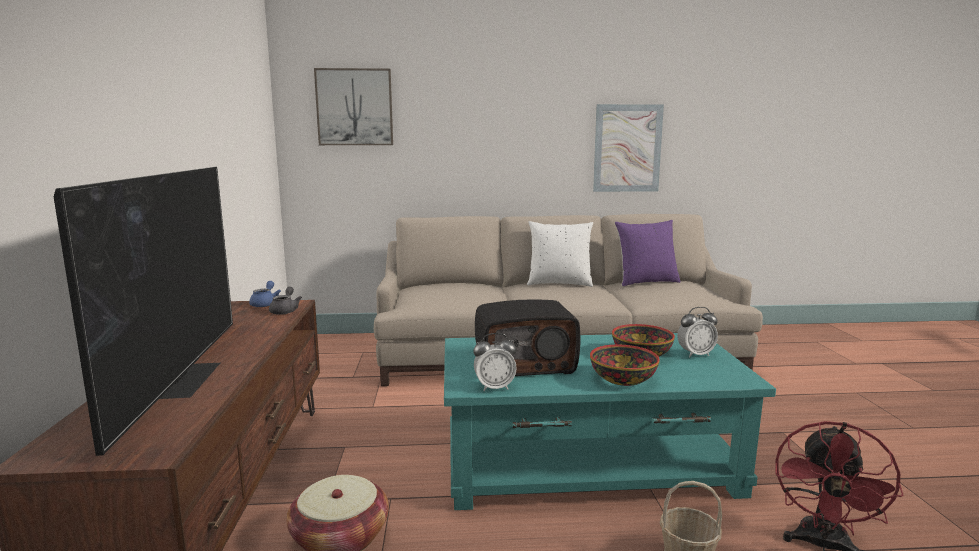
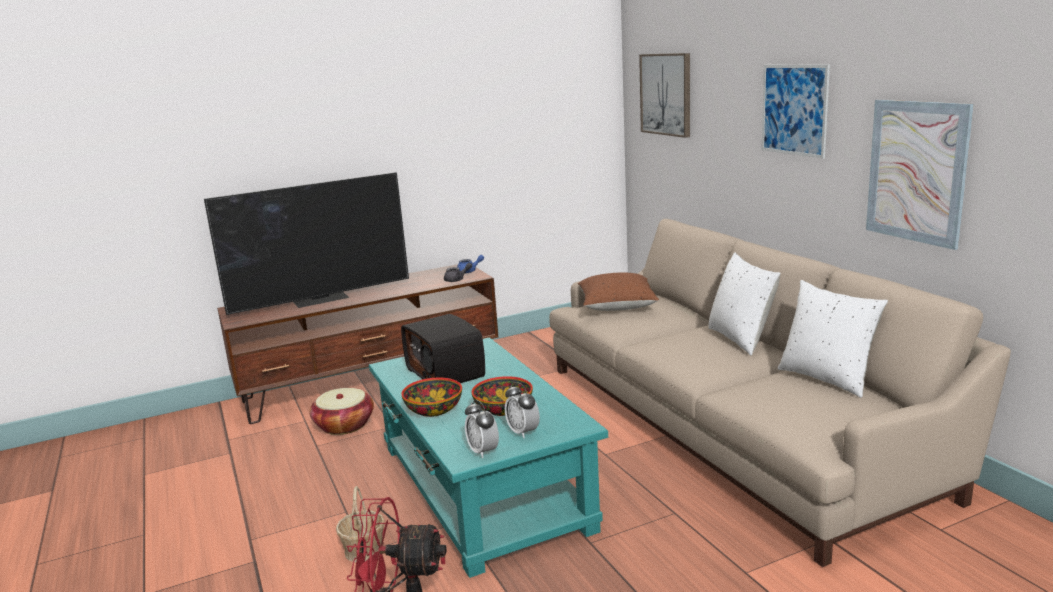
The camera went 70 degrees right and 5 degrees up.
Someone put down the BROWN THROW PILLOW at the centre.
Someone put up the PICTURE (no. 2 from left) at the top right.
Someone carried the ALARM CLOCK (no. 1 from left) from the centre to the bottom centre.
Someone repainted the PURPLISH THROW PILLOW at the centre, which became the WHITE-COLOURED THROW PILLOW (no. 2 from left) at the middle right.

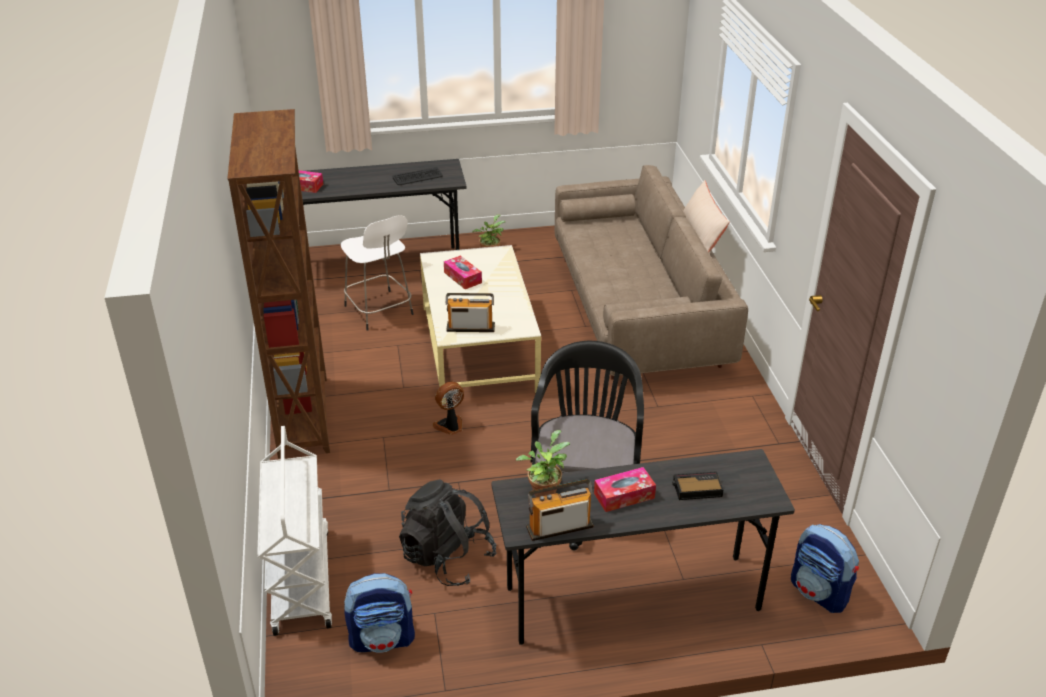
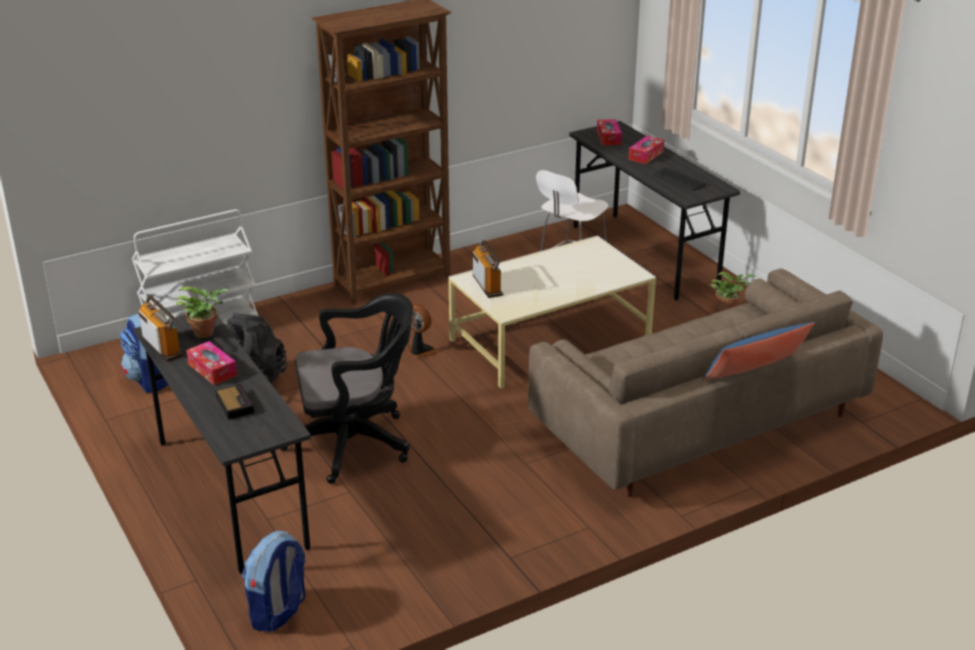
The camera went 70 degrees right and 5 degrees down.
Someone carried the TISSUE HOLDER (no. 2 from left in the first image) from the centre to the top centre.
Someone repainted the BEIGE-COLOURED THROW PILLOW at the top right, which became the BLUE THROW PILLOW at the middle right.

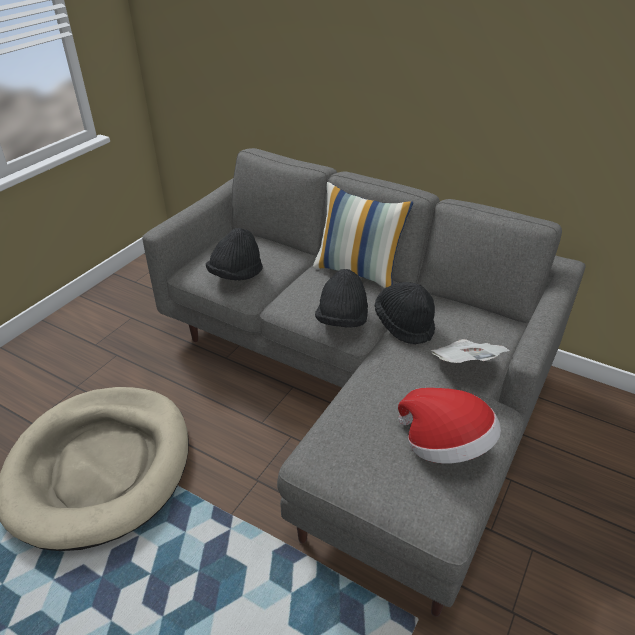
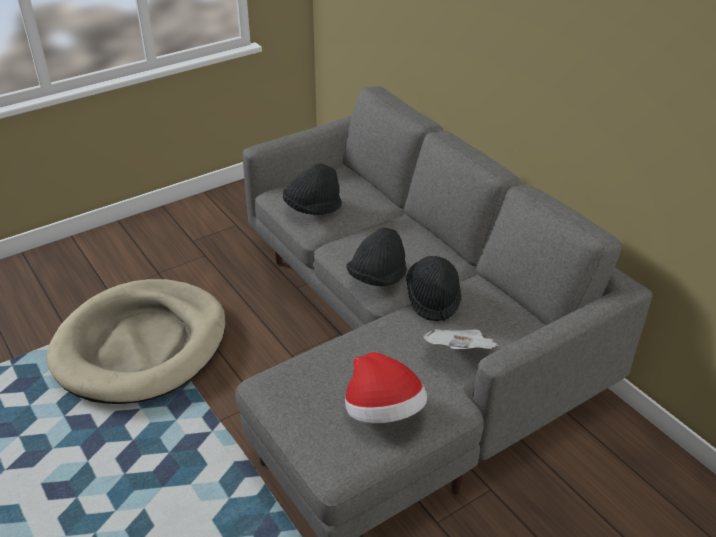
The camera went 25 degrees right and 0 degrees up.
Someone took away the THROW PILLOW at the centre.

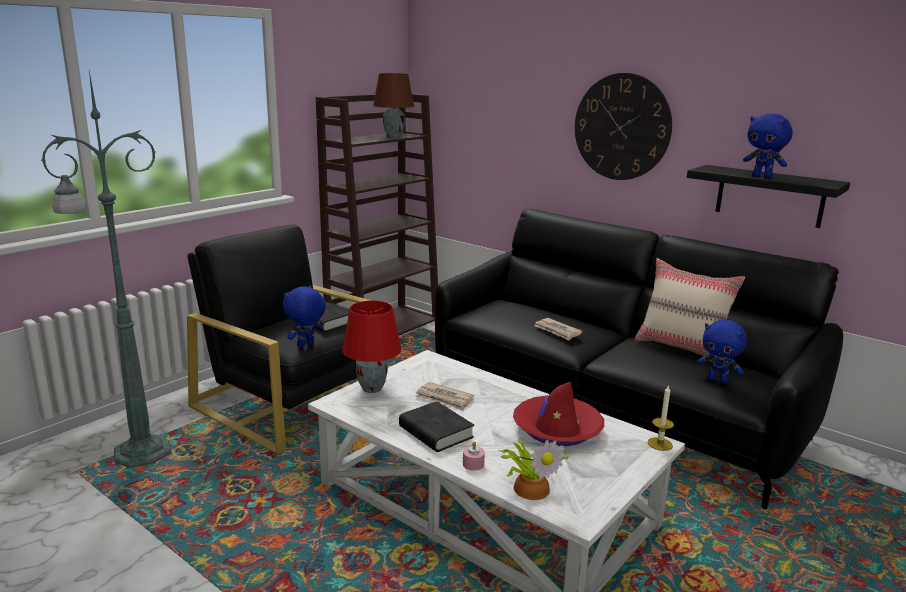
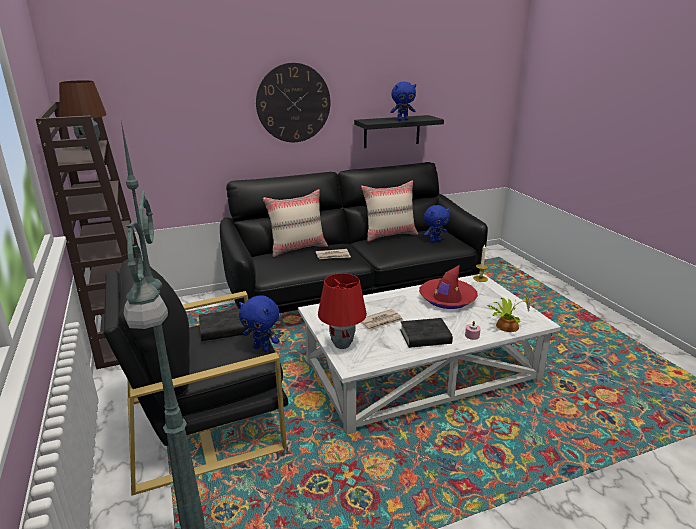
The camera went 60 degrees left and 5 degrees up.
Someone put down the BEIGE-COLOURED THROW PILLOW (no. 1 from left) at the centre.
Someone rotated the BLUE PLUSH TOY (no. 1 from left) at the centre by 45 degrees counterclockwise.

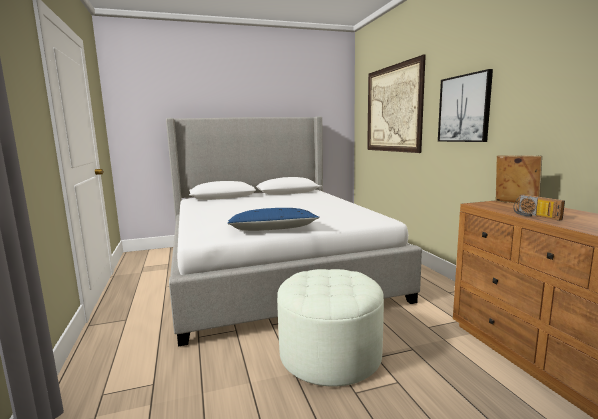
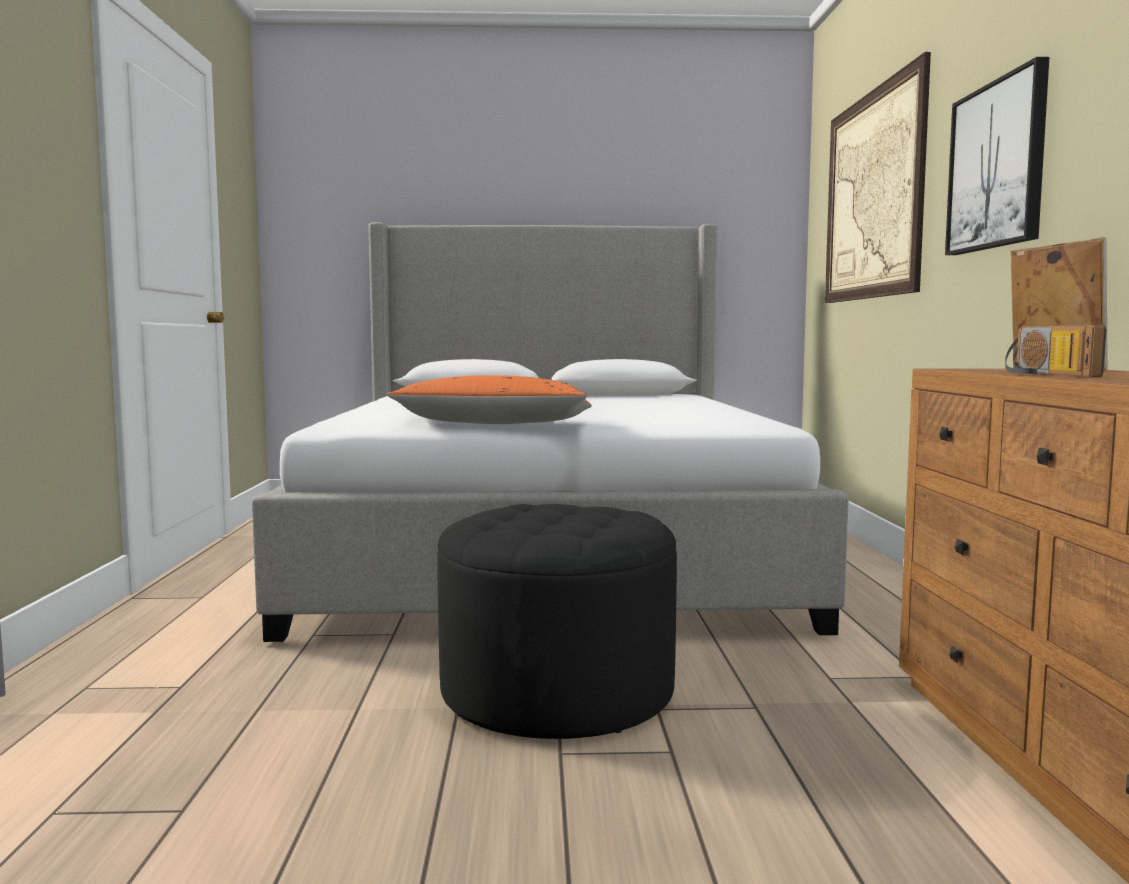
The camera went 15 degrees right and 5 degrees down.
Someone repainted the BLUE THROW PILLOW at the centre, which became the ORANGE THROW PILLOW at the centre.
Someone repainted the WHITE-COLOURED POUFFE at the bottom centre, which became the BLACK-COLOURED POUFFE at the bottom centre.

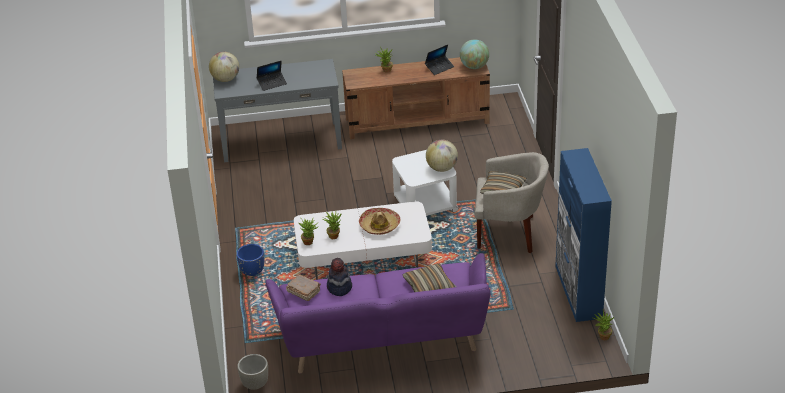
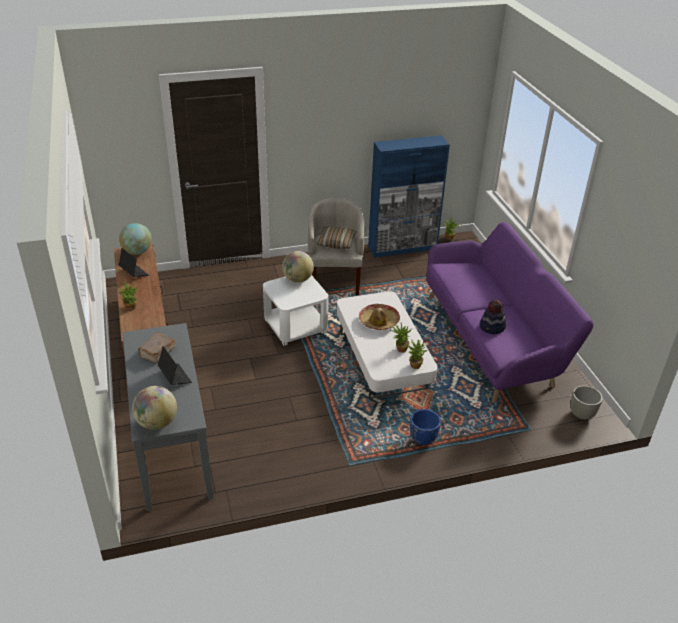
The camera went 100 degrees left and 0 degrees up.
Someone took away the THROW PILLOW (no. 1 from left) at the bottom centre.
Someone carried the BROWN BOOK from the bottom centre to the middle left.

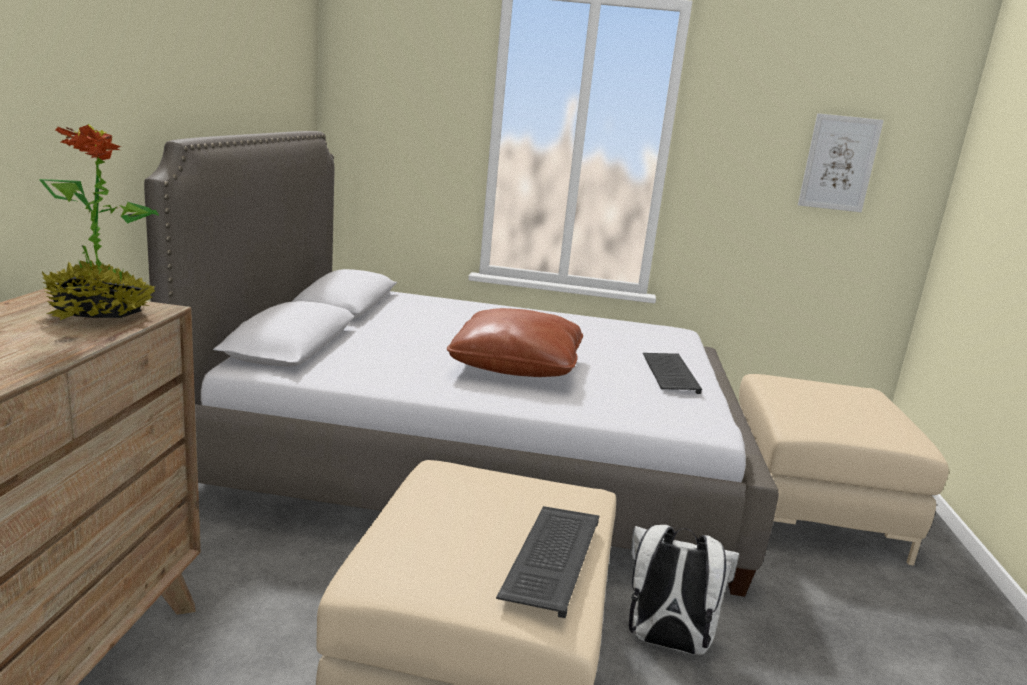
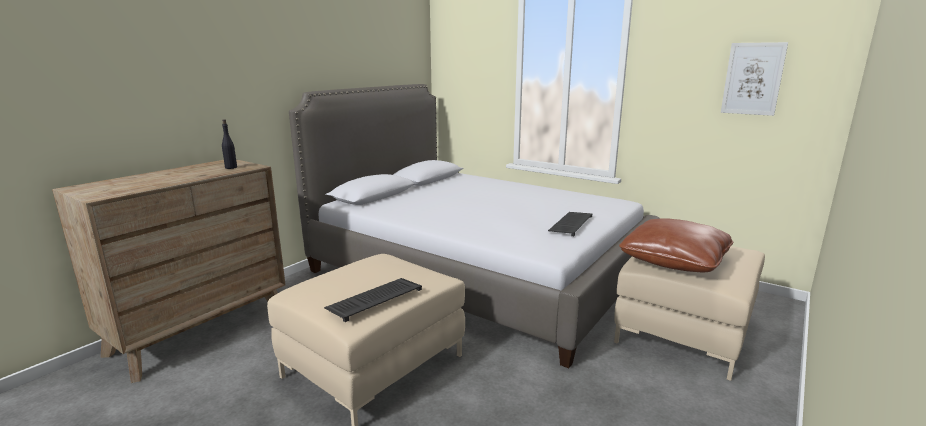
The camera went 30 degrees right and 0 degrees up.
Someone took away the WHITE-COLOURED BACKPACK at the bottom centre.
Someone carried the BROWN THROW PILLOW from the centre to the middle right.
Someone swapped the PLANT IN A POT at the top left for the BLACK-COLOURED BEVERAGE BOTTLE at the middle left.

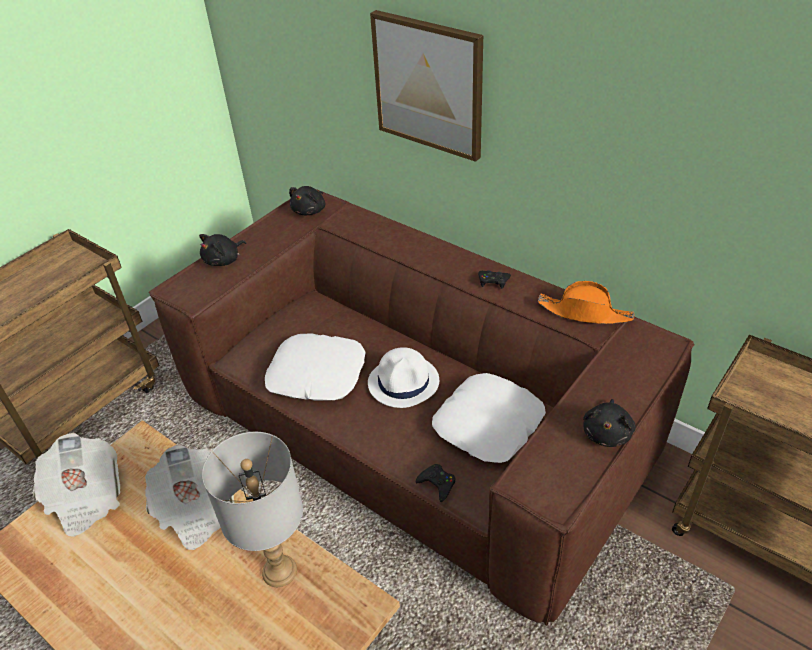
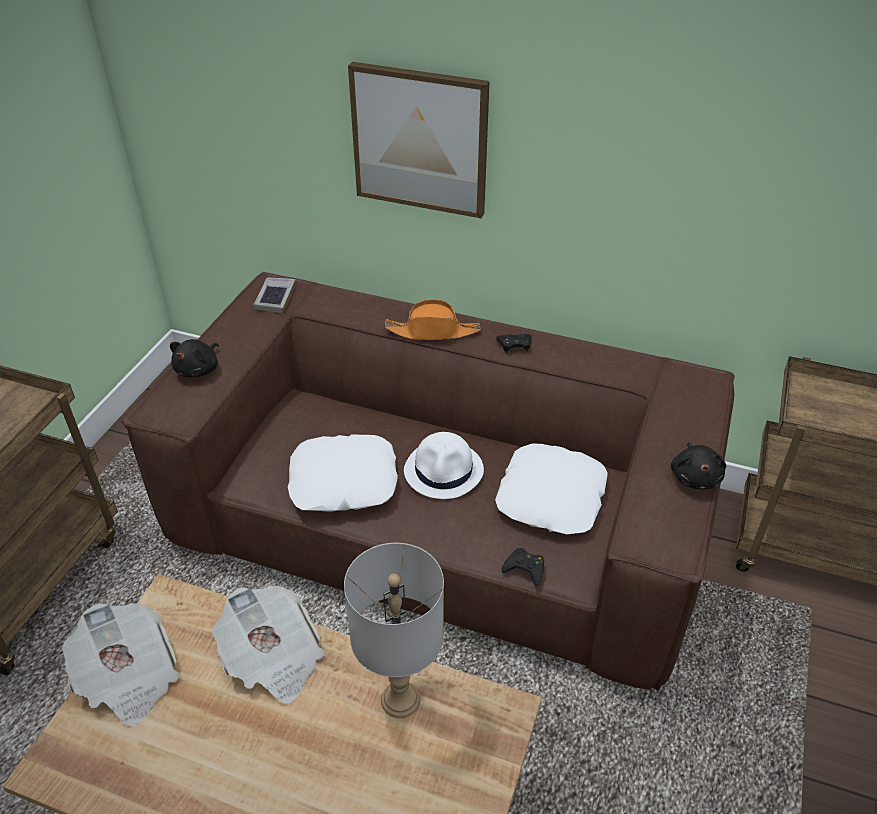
The camera went 20 degrees left and 0 degrees up.
Someone carried the ORANGE CLOTHING HAT from the middle right to the centre.
Someone swapped the BLACK-COLOURED PLUSH TOY (no. 2 from left) at the top centre for the BOOK at the middle left.

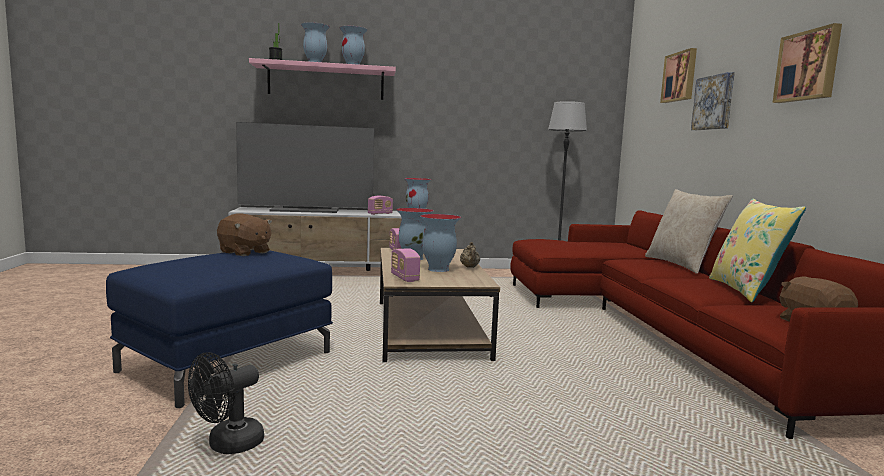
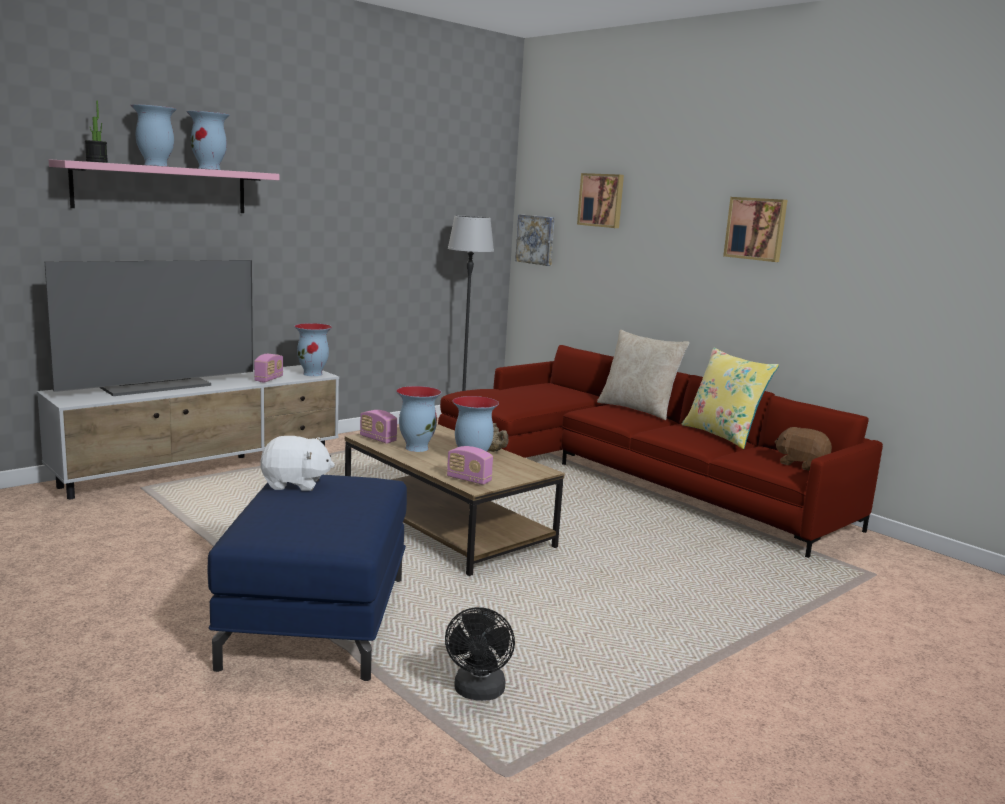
The camera went 35 degrees left and 5 degrees up.
Someone carried the PICTURE (no. 2 from left in the first image) from the top right to the top centre.
Someone repainted the BROWN PLUSH TOY (no. 1 from left) at the middle left, which became the WHITE-COLOURED PLUSH TOY at the middle left.

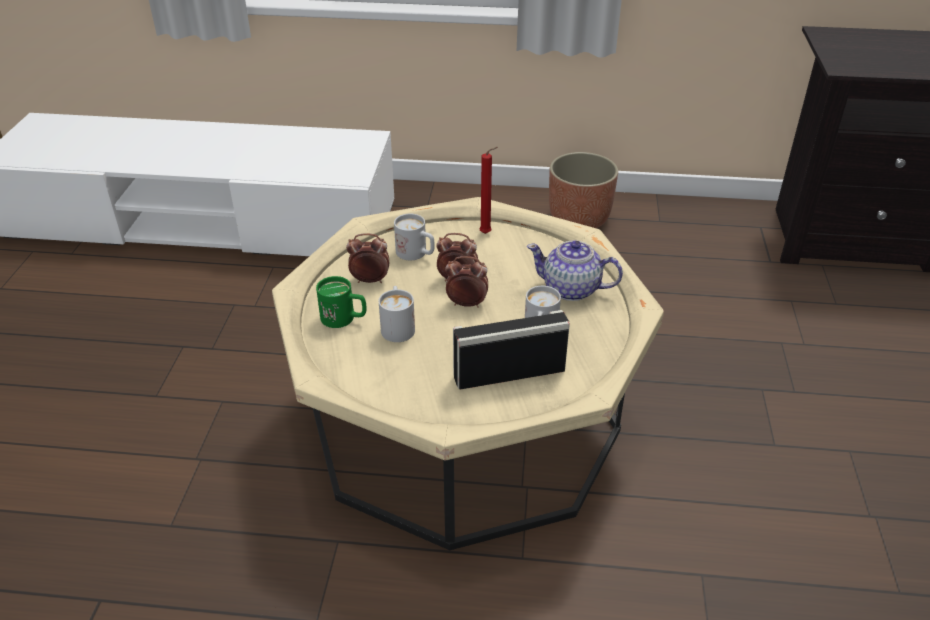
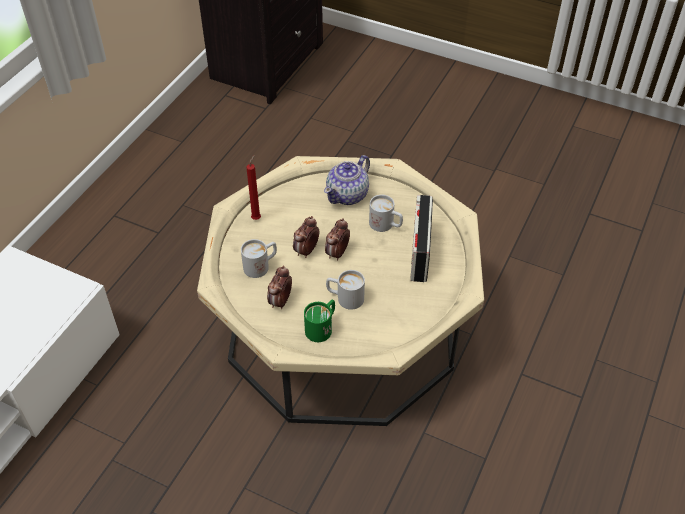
The camera went 70 degrees left and 10 degrees up.
Someone took away the PLANT POT at the top centre.

